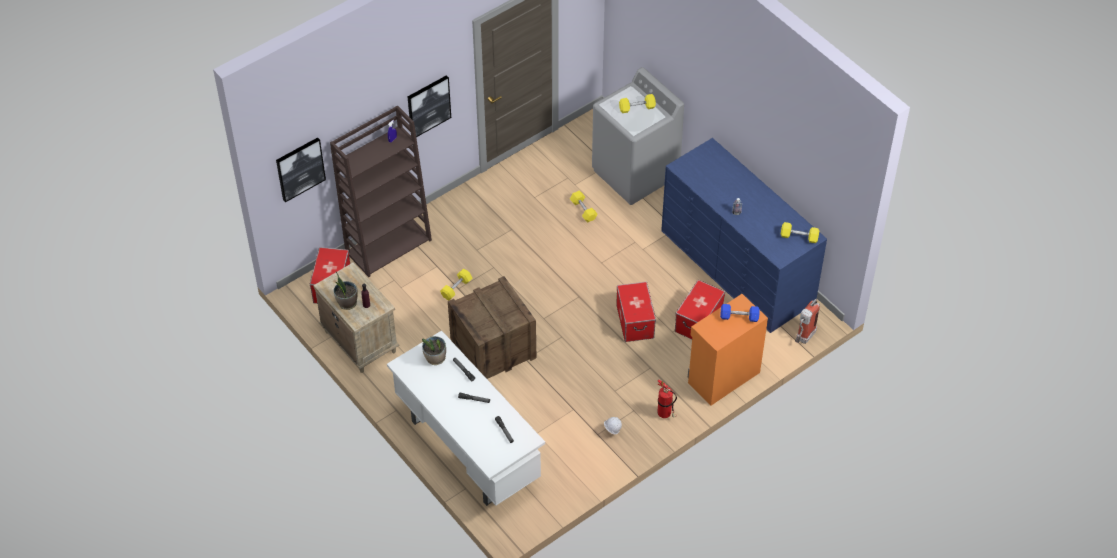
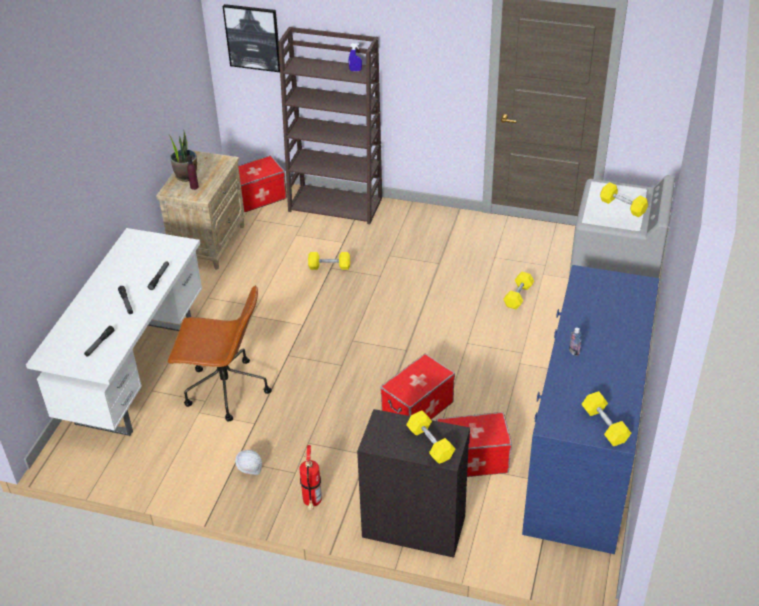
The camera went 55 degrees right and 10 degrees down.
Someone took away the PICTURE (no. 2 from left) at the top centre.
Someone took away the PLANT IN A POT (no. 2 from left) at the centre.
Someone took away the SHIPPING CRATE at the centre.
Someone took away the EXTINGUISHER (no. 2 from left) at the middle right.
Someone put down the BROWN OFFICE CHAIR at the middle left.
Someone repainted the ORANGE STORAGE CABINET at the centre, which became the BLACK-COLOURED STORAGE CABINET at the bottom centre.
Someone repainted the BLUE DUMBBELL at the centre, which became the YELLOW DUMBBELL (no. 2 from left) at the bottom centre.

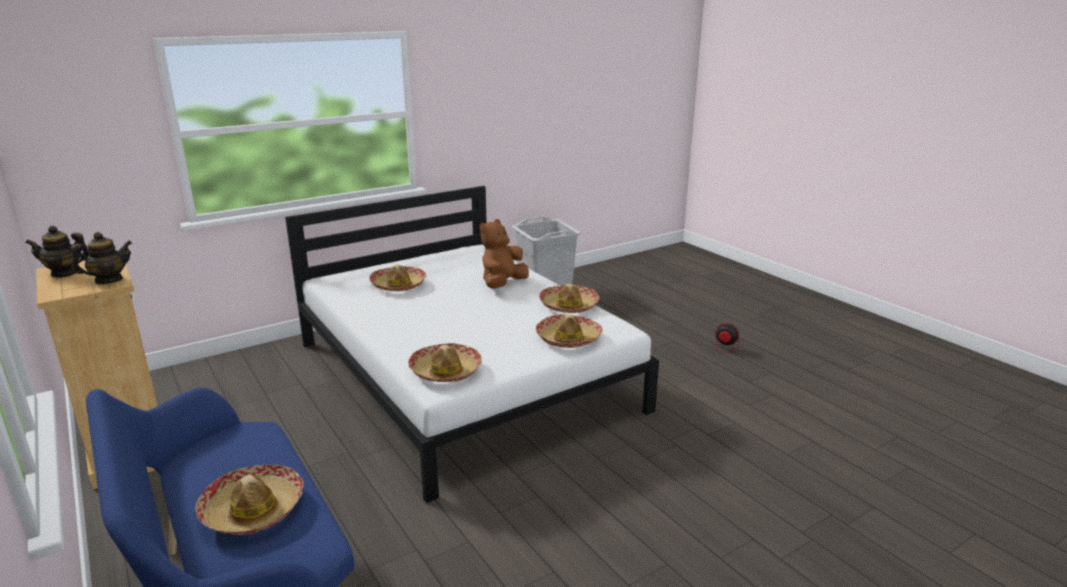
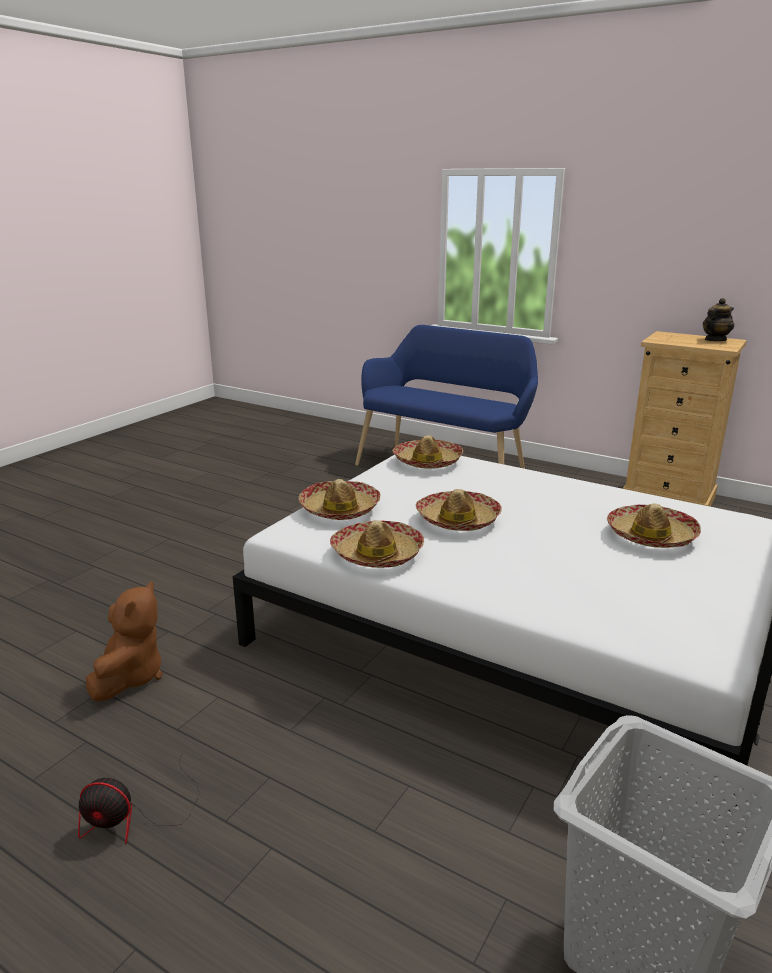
The camera went 155 degrees right and 0 degrees up.
Someone took away the TEAPOT (no. 2 from left) at the middle left.
Someone carried the CLOTHING HAT (no. 1 from left in the first image) from the bottom left to the centre.
Someone carried the BROWN PLUSH TOY from the centre to the middle left.

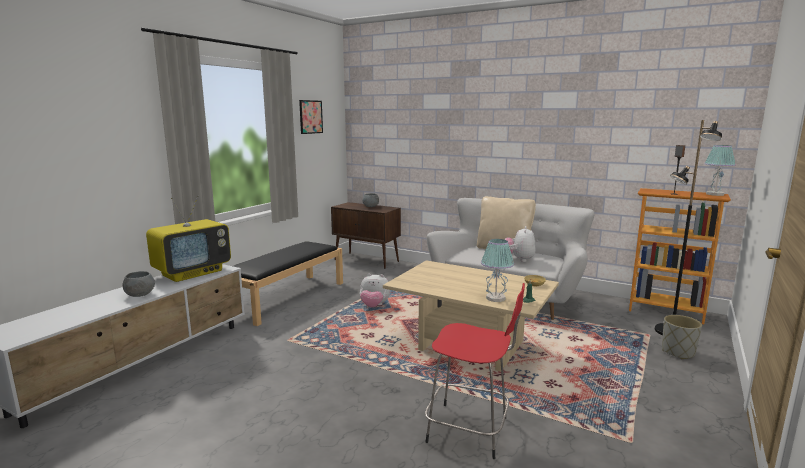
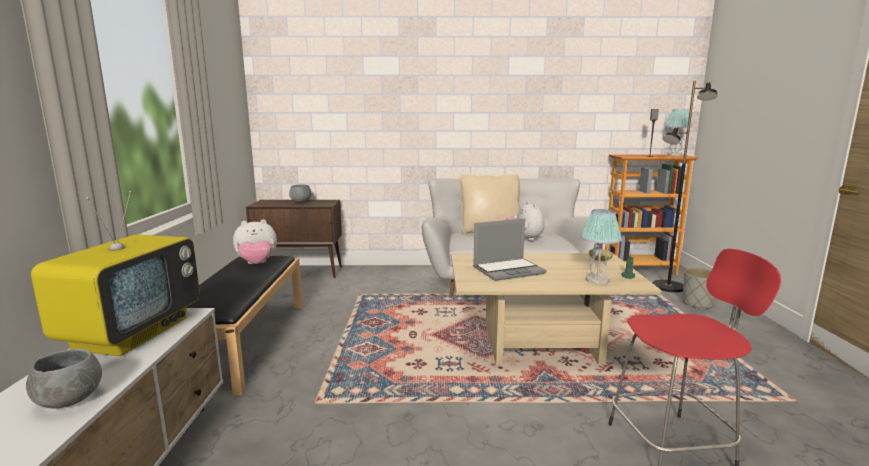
The camera went 30 degrees left and 0 degrees up.
Someone took away the PICTURE at the top centre.
Someone put down the NOTEBOOK COMPUTER at the centre.
Someone carried the PLUSH TOY (no. 1 from left) from the centre to the middle left.

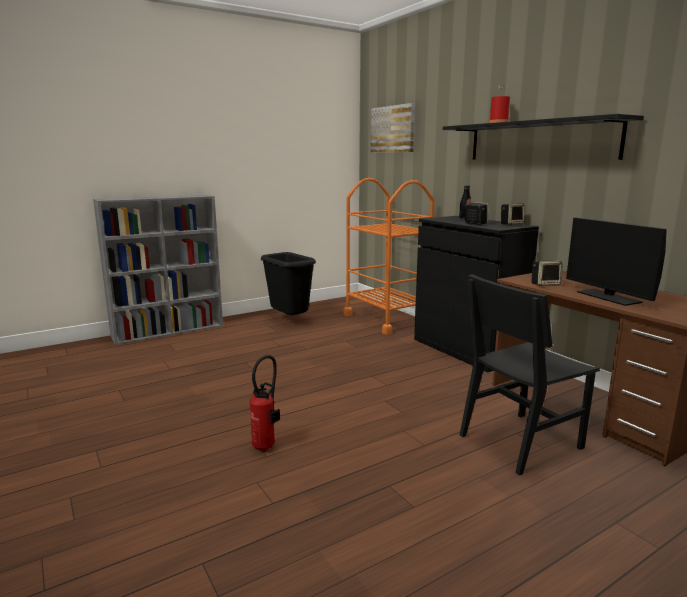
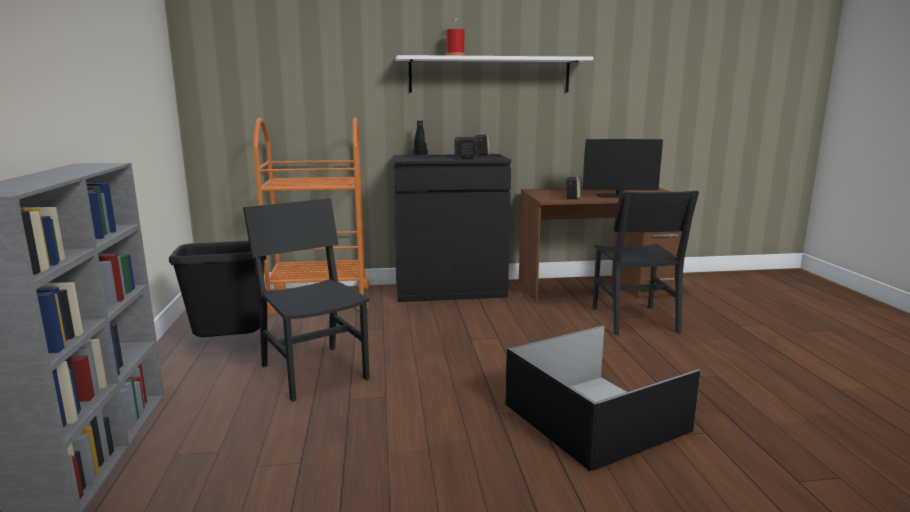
The camera went 65 degrees left and 0 degrees up.
Someone took away the PICTURE at the top centre.
Someone put down the BLACK-COLOURED UPRIGHT CHAIR (no. 1 from left) at the centre.
Someone swapped the EXTINGUISHER at the bottom centre for the BLACK-COLOURED STORAGE BOX at the bottom centre.
Someone repainted the BLACK-COLOURED BRACKET SHELF at the top right, which became the WHITE-COLOURED BRACKET SHELF at the top centre.

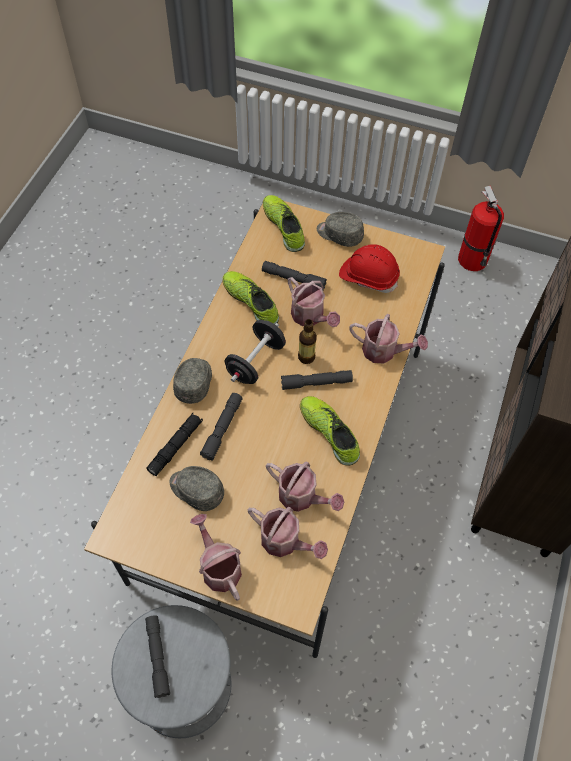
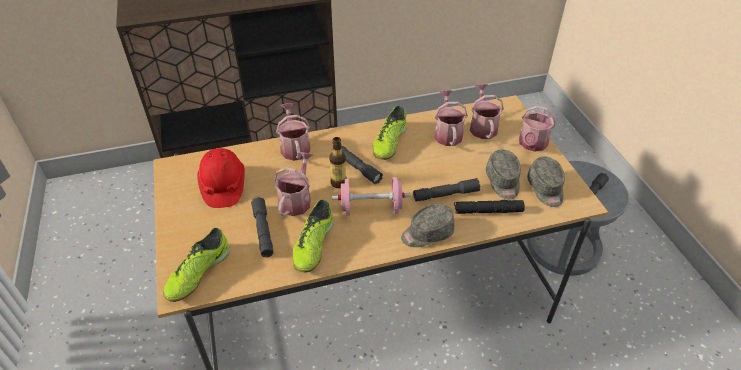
The camera went 125 degrees left and 15 degrees down.
Someone took away the EXTINGUISHER at the top right.
Someone carried the GRAY PEAKED CAP (no. 3 from left) from the top centre to the middle right.
Someone repainted the BLACK-COLOURED DUMBBELL at the centre, which became the PINK-COLOURED DUMBBELL at the centre.

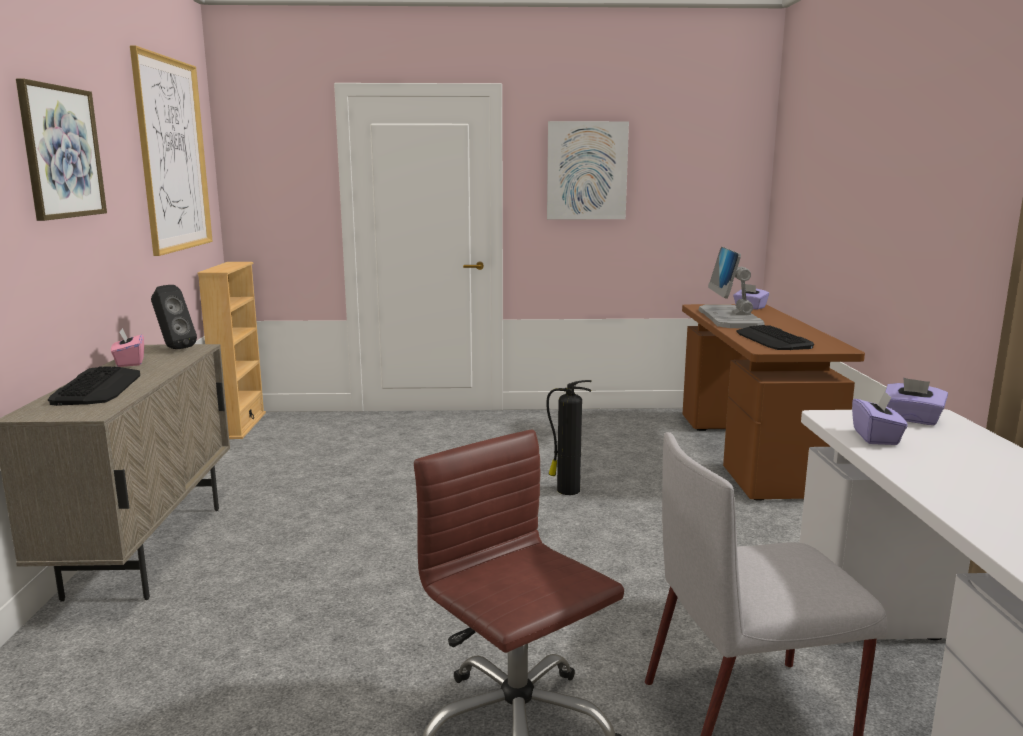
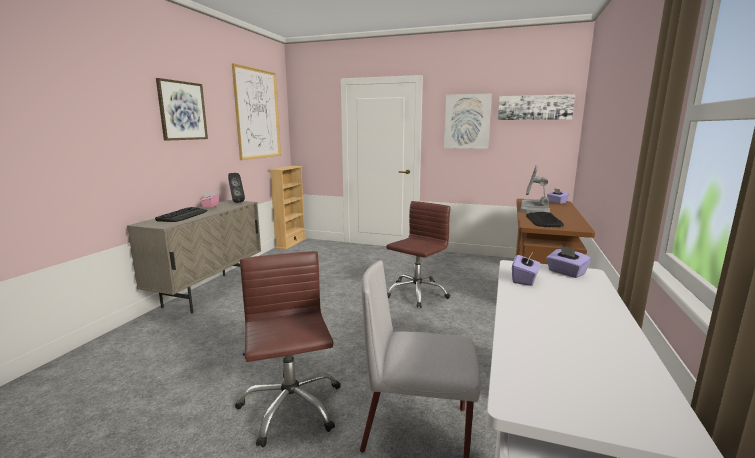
The camera went 20 degrees right and 0 degrees up.
Someone put up the PICTURE (no. 4 from left) at the top right.
Someone swapped the EXTINGUISHER at the centre for the BROWN OFFICE CHAIR (no. 2 from left) at the centre.

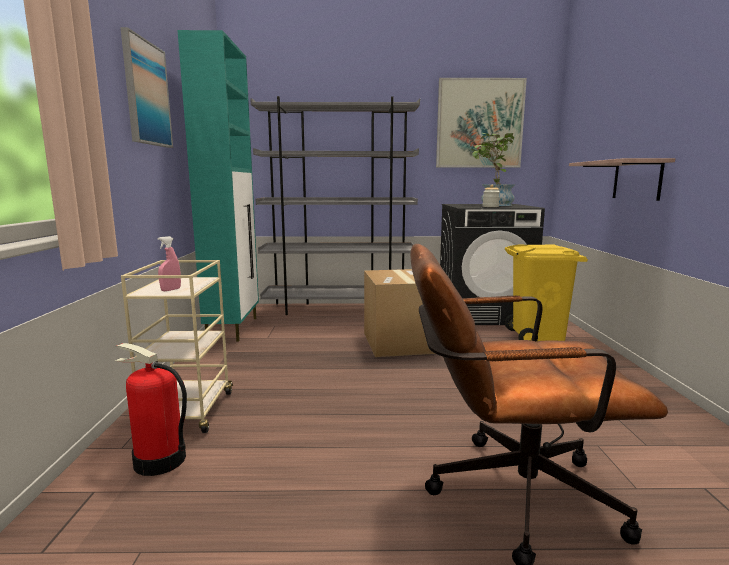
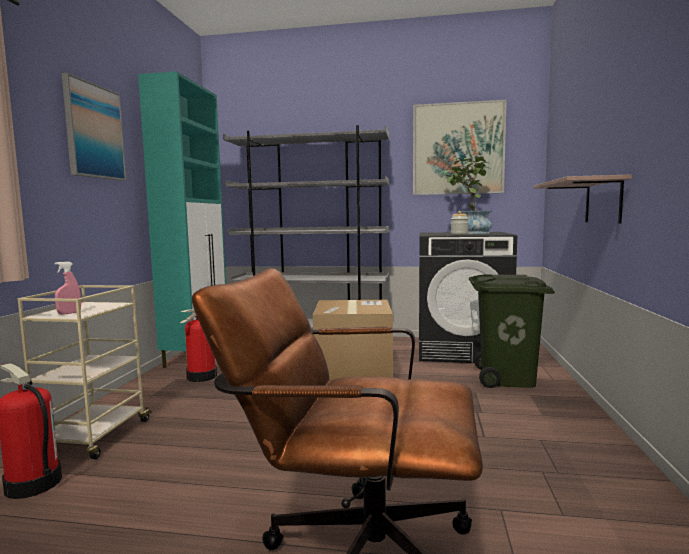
The camera went 10 degrees right and 5 degrees down.
Someone put down the EXTINGUISHER (no. 2 from left) at the middle left.
Someone repainted the YELLOW TRASH CAN at the middle right, which became the GREENISH TRASH CAN at the middle right.

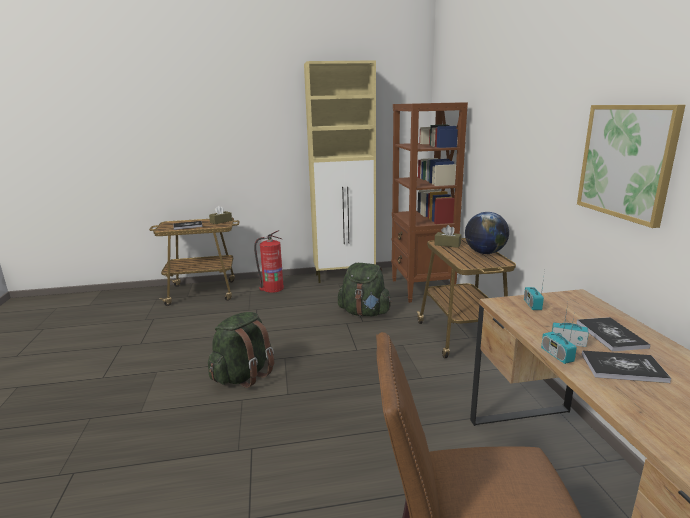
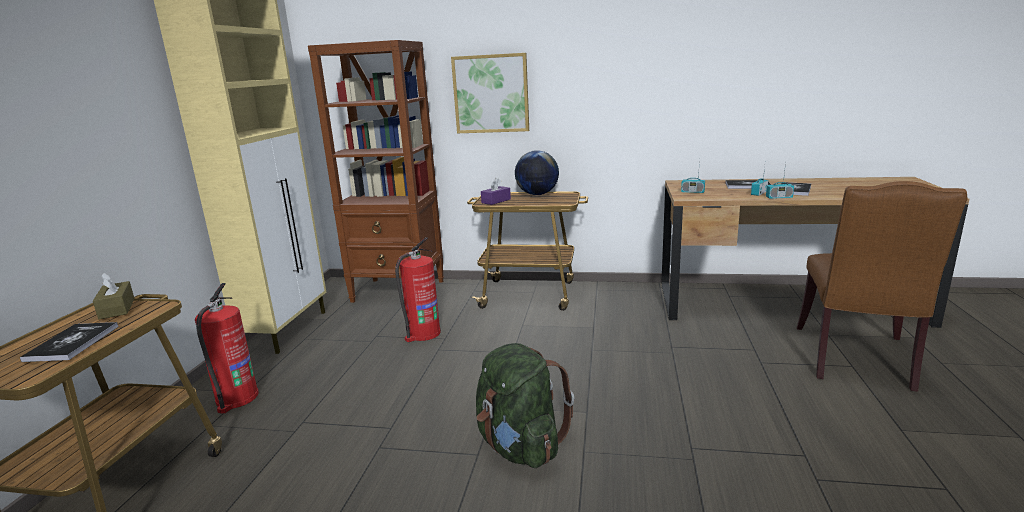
The camera went 70 degrees left and 0 degrees up.
Someone carried the PICTURE from the top right to the top centre.
Someone swapped the GREENISH BACKPACK (no. 2 from left) at the centre for the EXTINGUISHER (no. 2 from left) at the centre.
Someone repainted the BROWN TISSUE HOLDER (no. 2 from left) at the centre, which became the PURPLISH TISSUE HOLDER at the centre.

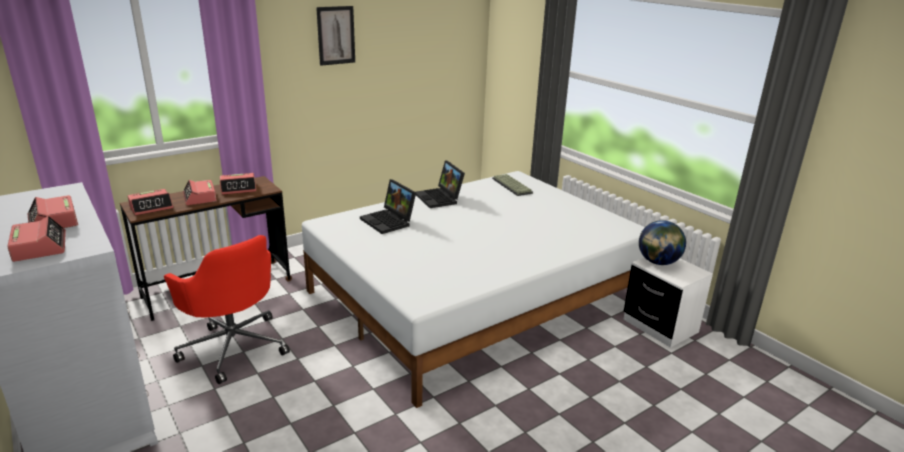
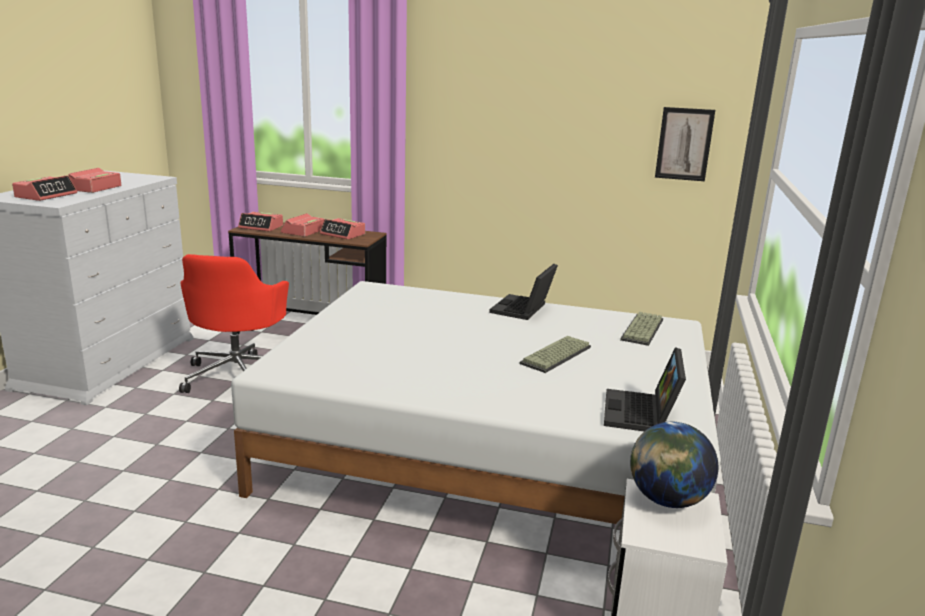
The camera went 50 degrees right and 5 degrees down.
Someone put down the COMPUTER KEYBOARD (no. 1 from left) at the centre.
Someone carried the PICTURE from the top centre to the top right.
Someone carried the NOTEBOOK COMPUTER (no. 1 from left in the first image) from the centre to the middle right.

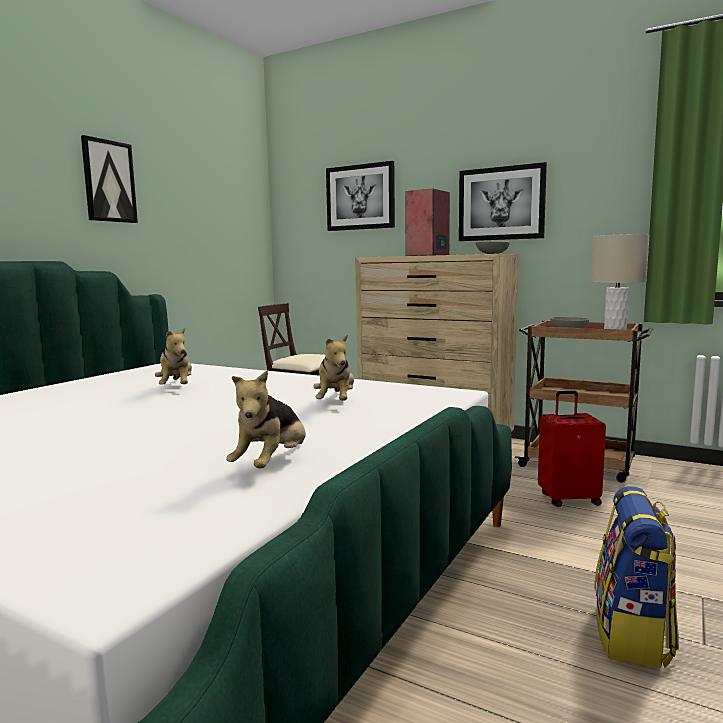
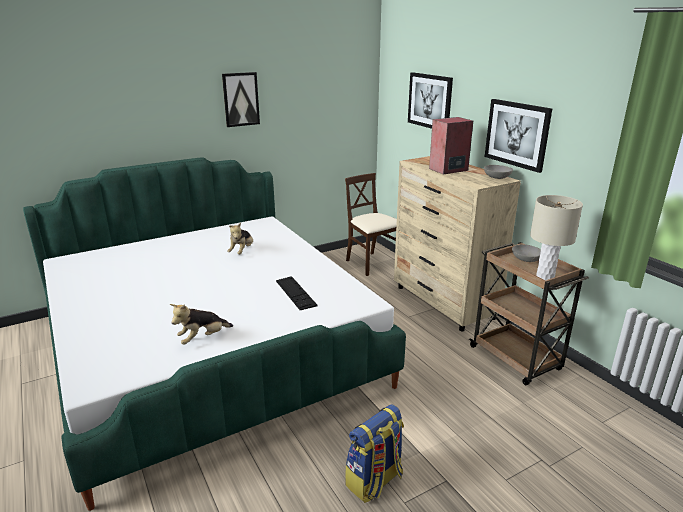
The camera went 30 degrees right and 15 degrees up.
Someone took away the REDDISH SUITCASE at the middle right.
Someone swapped the PLUSH TOY (no. 3 from left) at the centre for the COMPUTER KEYBOARD at the centre.

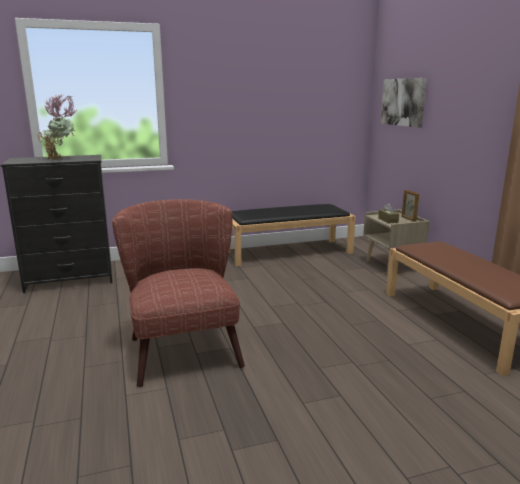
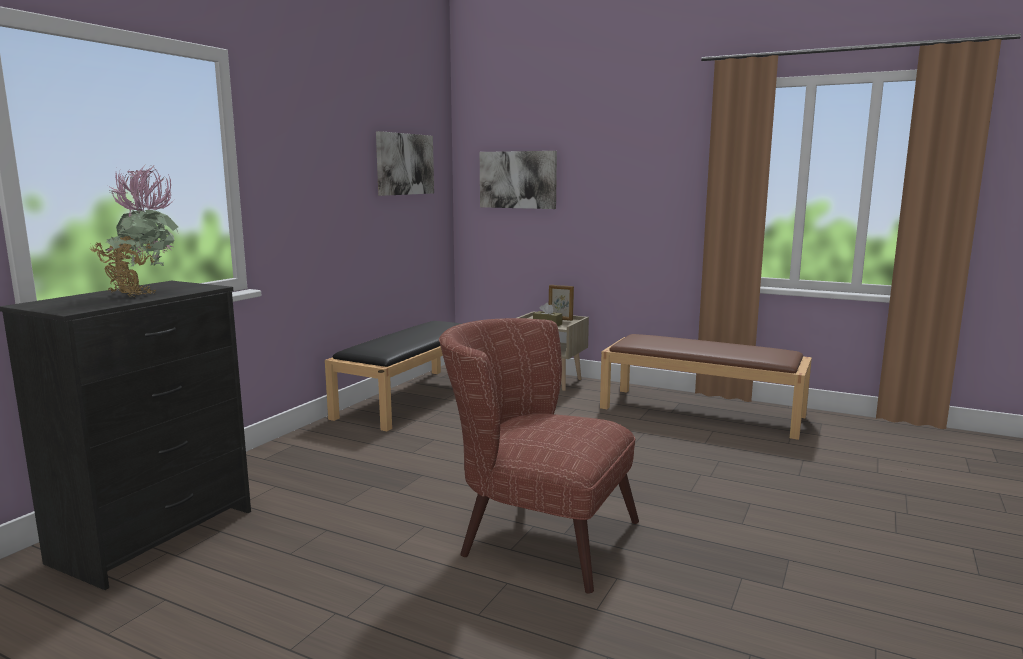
The camera went 45 degrees left and 5 degrees down.
Someone put up the PICTURE (no. 1 from left) at the top centre.

